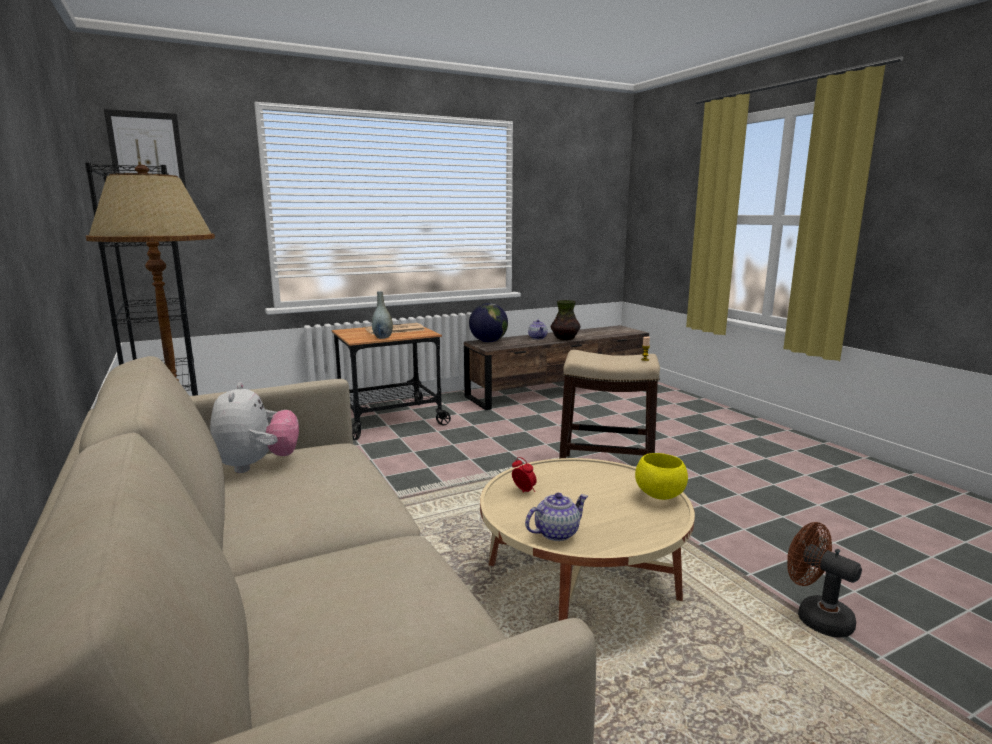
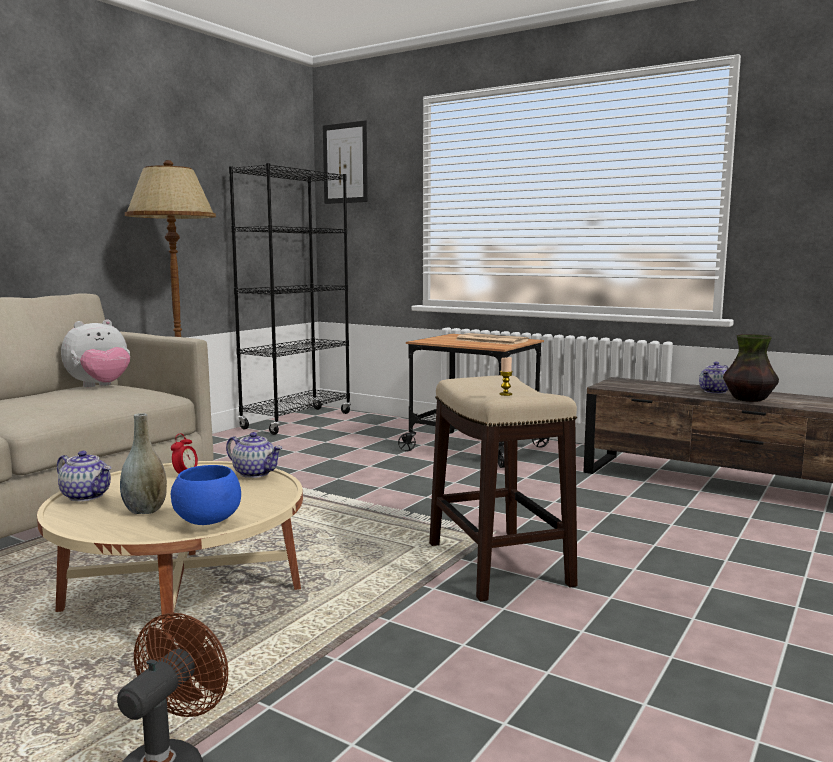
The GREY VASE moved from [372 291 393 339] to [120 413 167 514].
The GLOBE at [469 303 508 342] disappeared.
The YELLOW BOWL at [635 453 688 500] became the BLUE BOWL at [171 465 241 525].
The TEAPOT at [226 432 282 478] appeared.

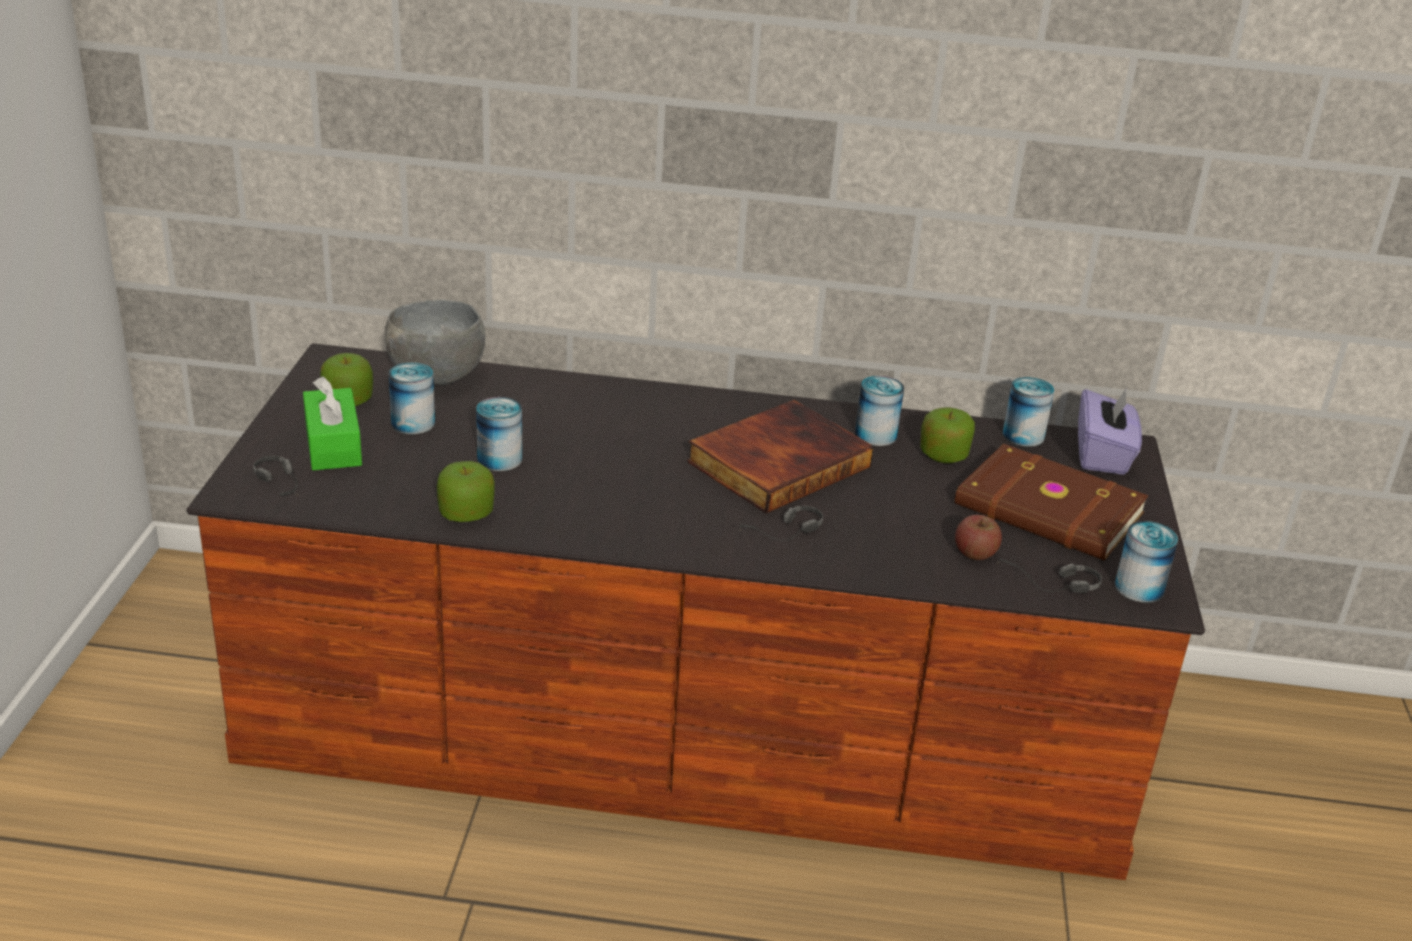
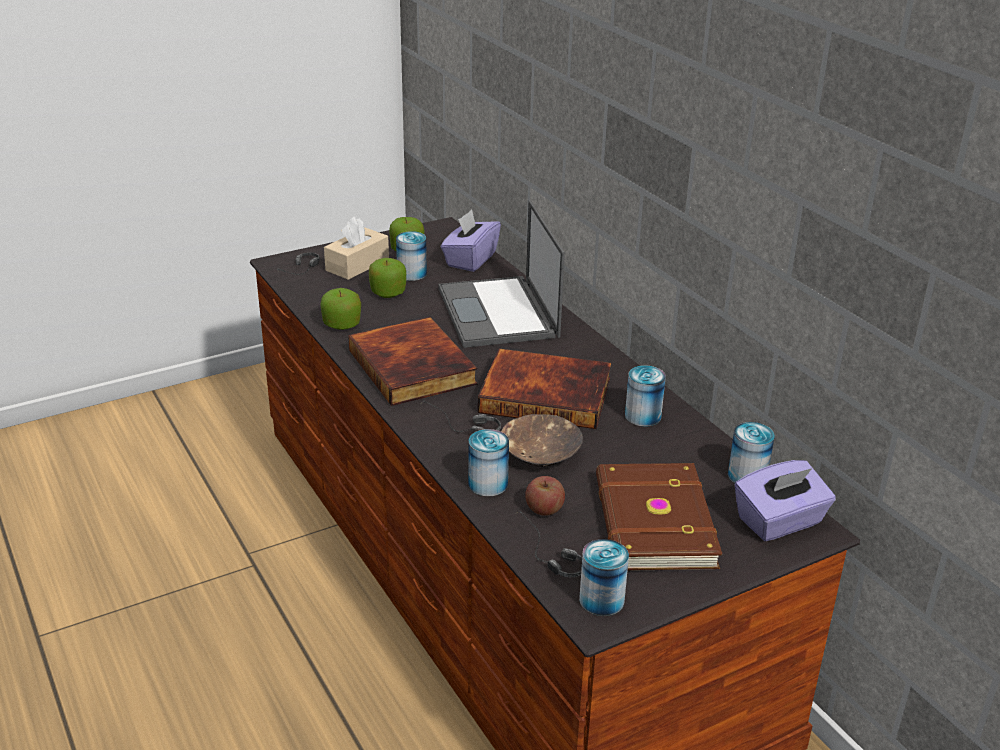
The GREEN TISSUE BOX at [303 376 362 470] became the BEIGE TISSUE BOX at [324 216 389 280].
The GREY BOWL at [385 300 486 385] was replaced by the PURPLE TISSUE BOX at [441 210 501 272].
The CAN moved from [476 397 522 471] to [468 429 509 496].
The APPLE moved from [920 407 975 463] to [369 258 406 298].
The BOOK at [348 317 477 406] appeared.
The LAPTOP at [438 200 565 348] appeared.
The BROWN BOWL at [501 414 583 467] appeared.

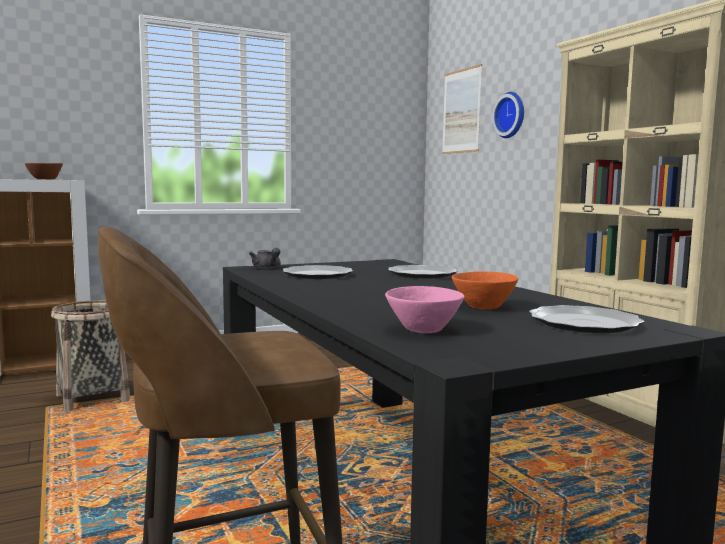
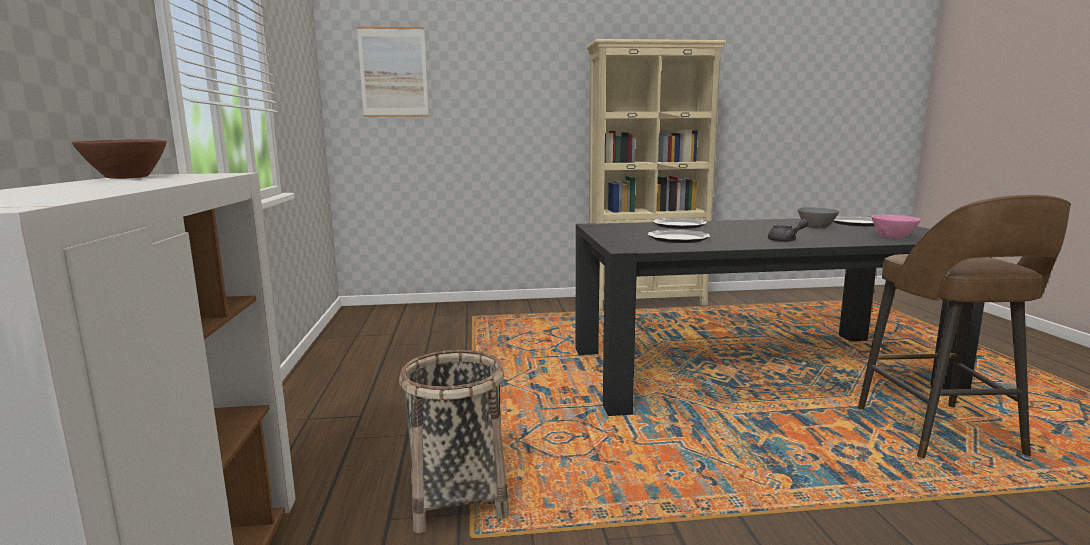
The GREY TEAPOT moved from [249 248 281 268] to [768 219 808 242].
The ORANGE BOWL at [452 272 518 309] became the GREY BOWL at [797 207 839 229].
The WALL CLOCK at [492 92 524 138] disappeared.

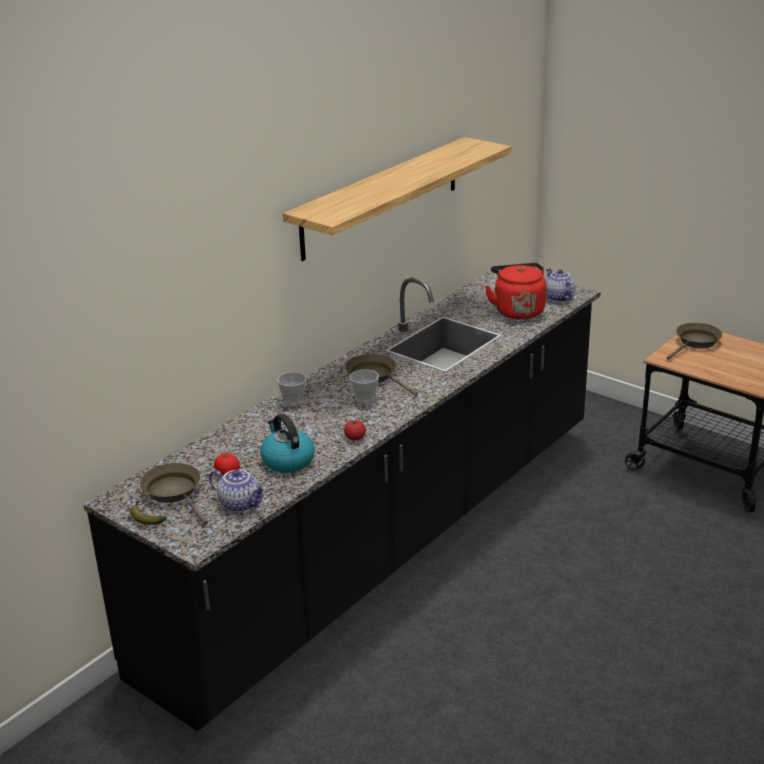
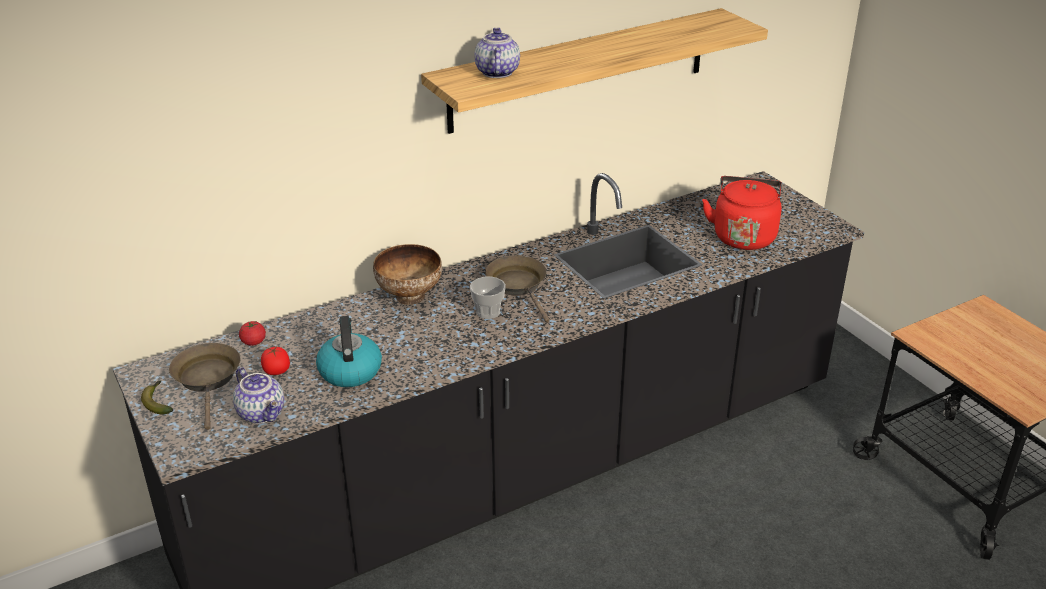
The CUP at [277 372 307 406] was replaced by the BOWL at [373 244 442 305].
The TOMATO moved from [344 420 366 440] to [239 321 266 346].
The TEAPOT moved from [546 268 575 302] to [475 28 520 78].
The BROWN FRYING PAN at [667 323 722 360] disappeared.

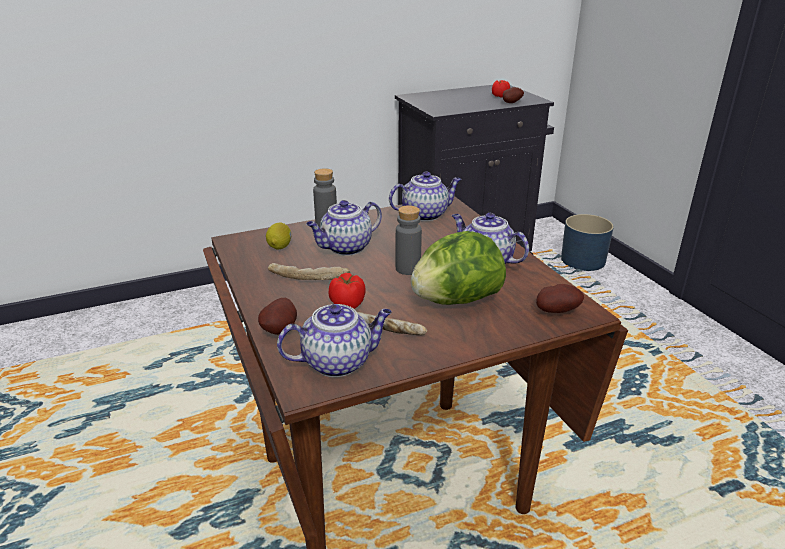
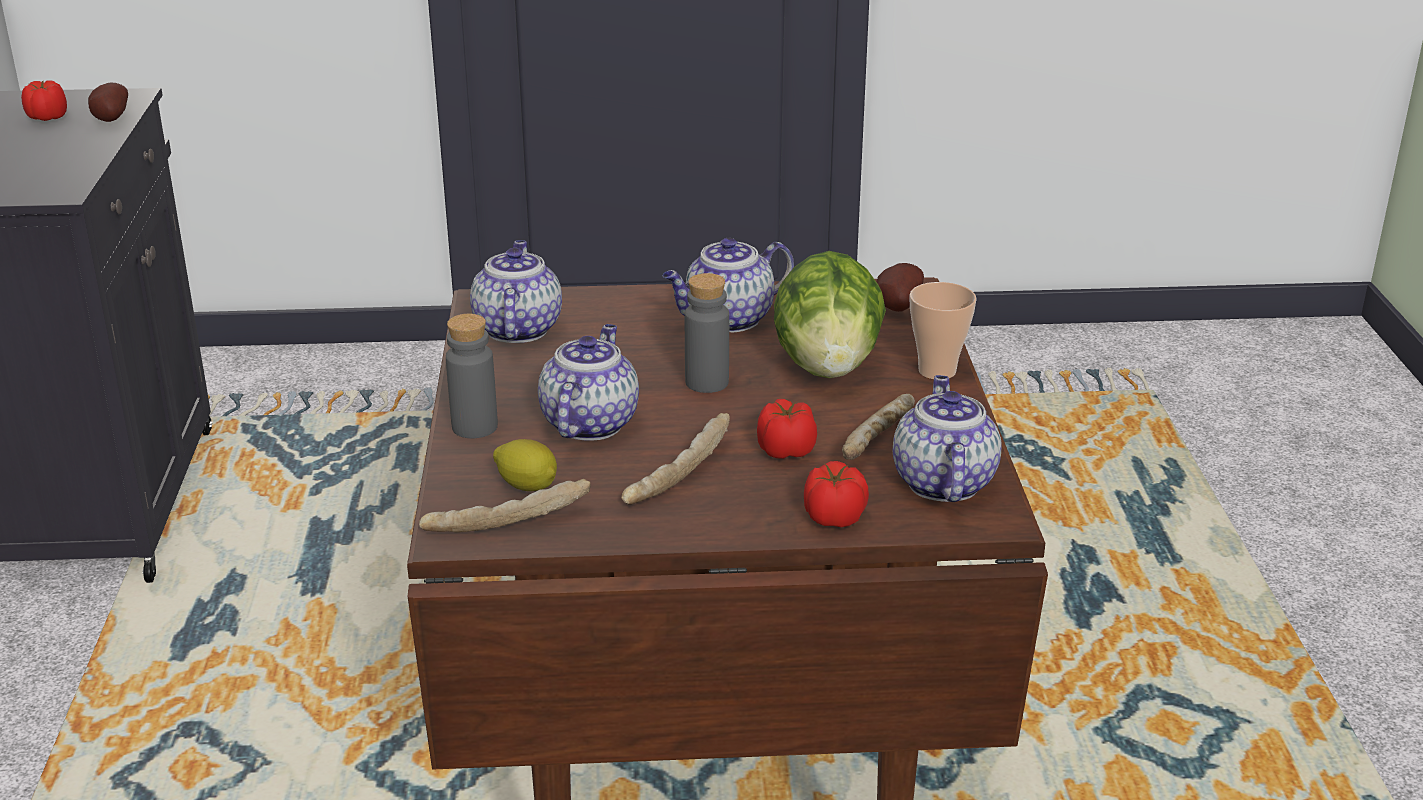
The POTATO at [258 298 297 335] was replaced by the TOMATO at [804 461 869 527].
The TEAPOT at [306 200 382 256] turned 150 degrees counterclockwise.
The BLUE PLANTER at [561 214 614 271] disappeared.
The BREAD at [419 479 591 533] appeared.
The CUP at [909 282 976 379] appeared.

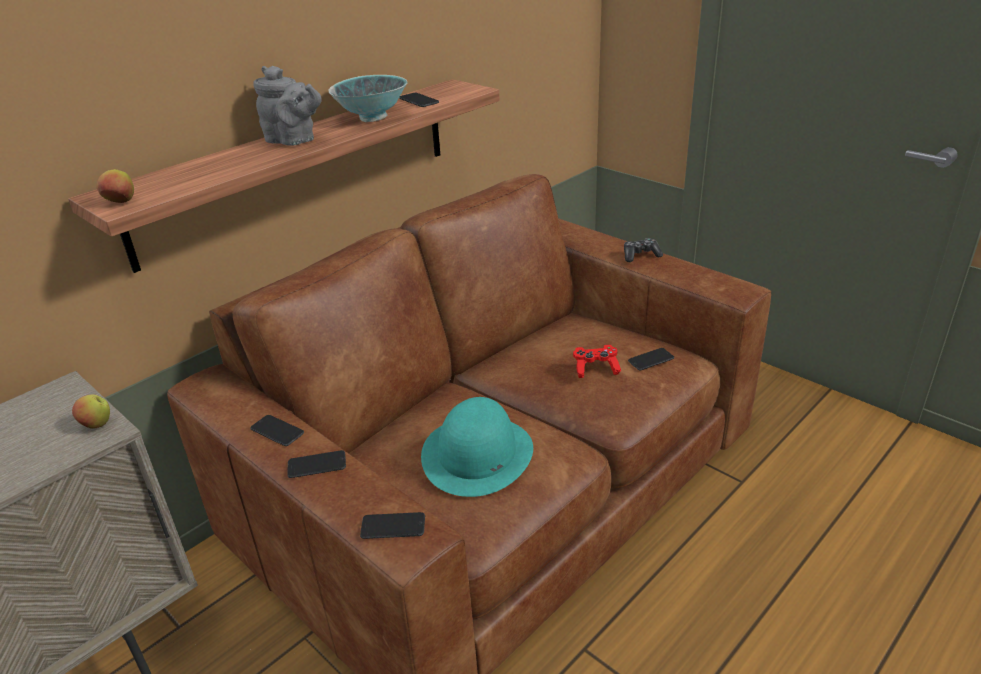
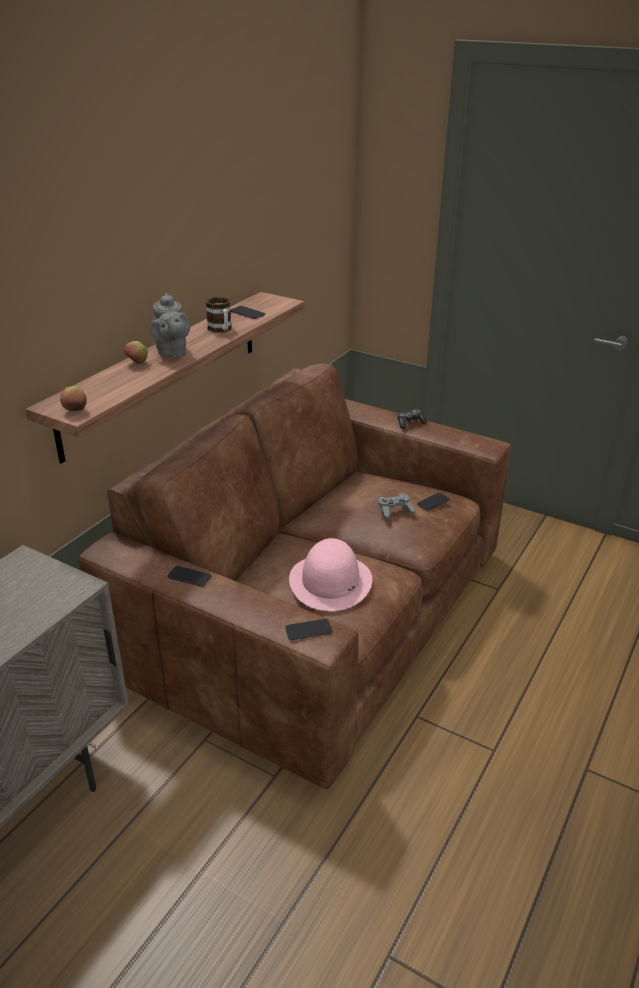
The APPLE moved from [72 394 110 429] to [124 341 148 364].
The GREY TEAPOT at [253 66 322 146] turned 60 degrees clockwise.
The PHONE at [287 450 346 478] disappeared.
The BOWL at [328 75 407 122] was replaced by the MUG at [206 297 232 332].
The TURQUOISE HAT at [421 397 533 497] became the PINK HAT at [289 538 372 611].
The RED GAME CONTROLLER at [573 345 621 378] became the GREY GAME CONTROLLER at [378 493 415 520].

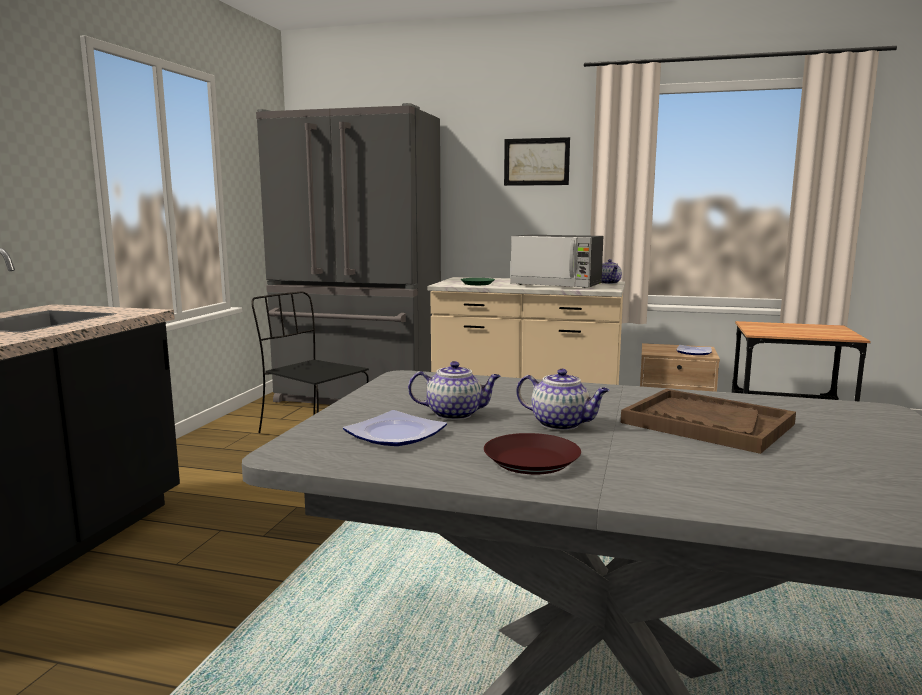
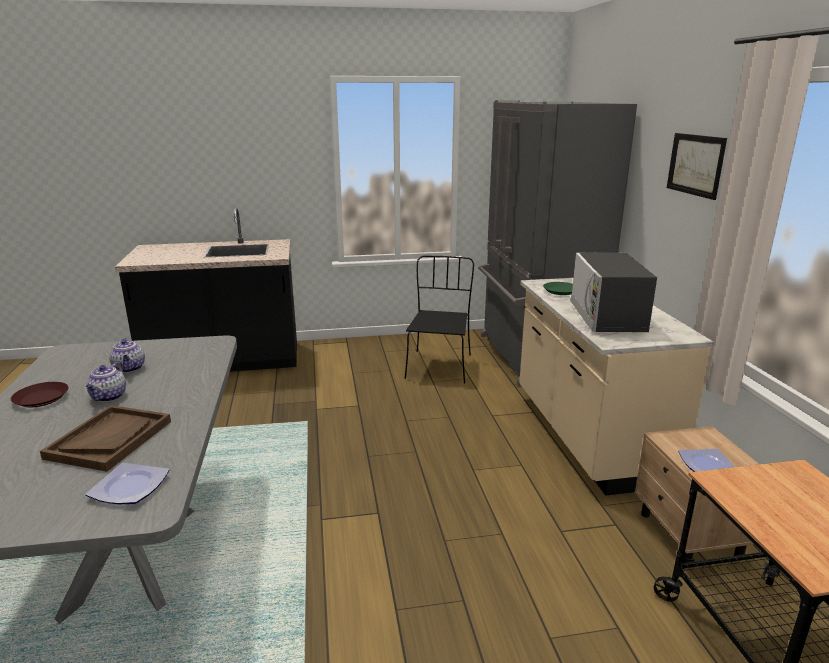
The PLATE moved from [343 410 447 446] to [85 462 170 504].
The TEAPOT at [602 259 622 284] disappeared.

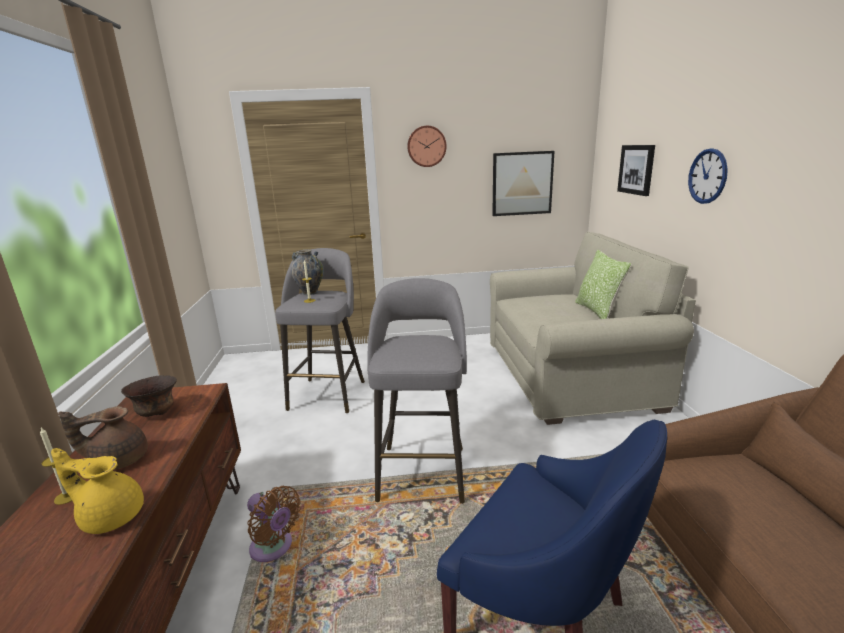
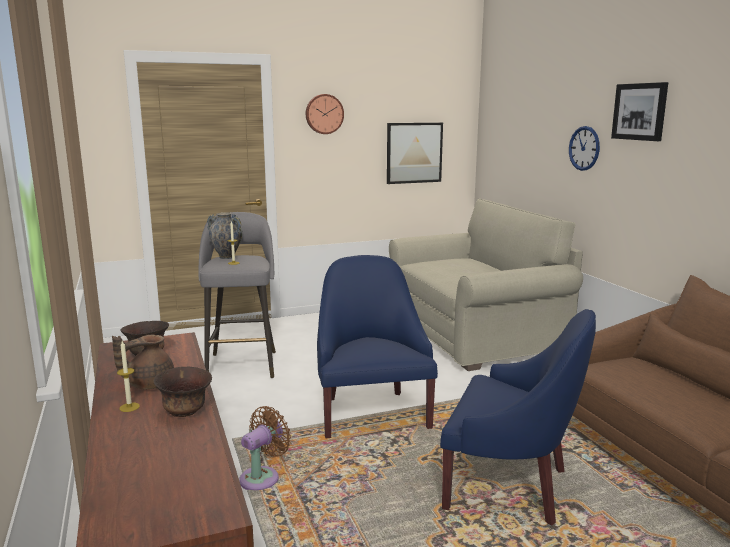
The YELLOW TEAPOT at [51 448 144 534] was replaced by the BROWN BOWL at [154 367 212 417].
The BROWN FAN at [247 486 301 562] turned 75 degrees counterclockwise.
The GREY STOOL at [367 278 467 504] was replaced by the BLUE ARMCHAIR at [317 255 438 438].
The PILLOW at [575 250 631 319] disappeared.
The PICTURE moved from [617 145 655 196] to [611 82 668 141].

